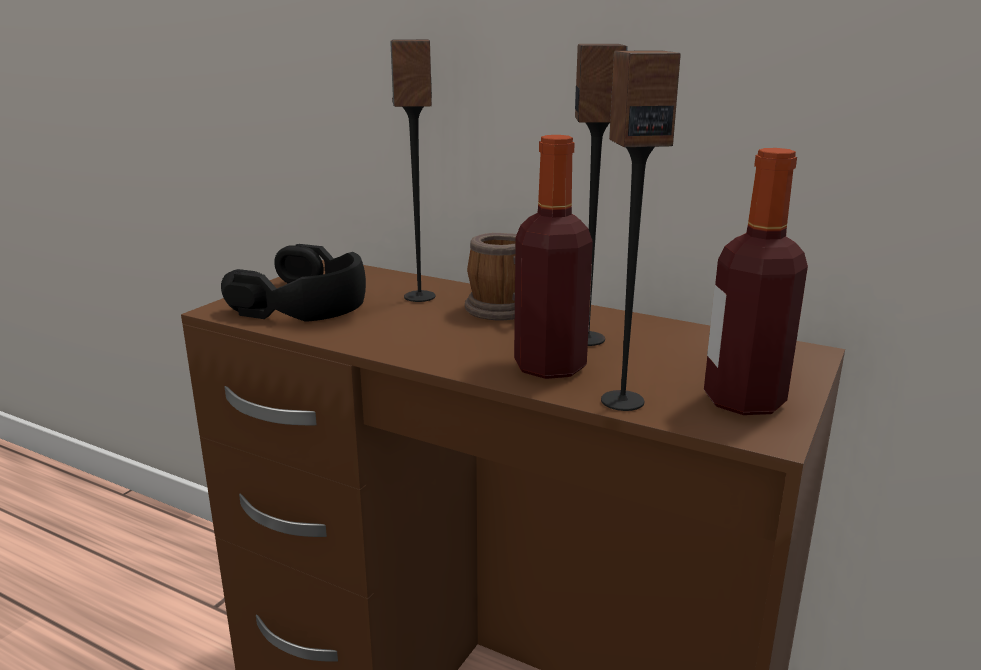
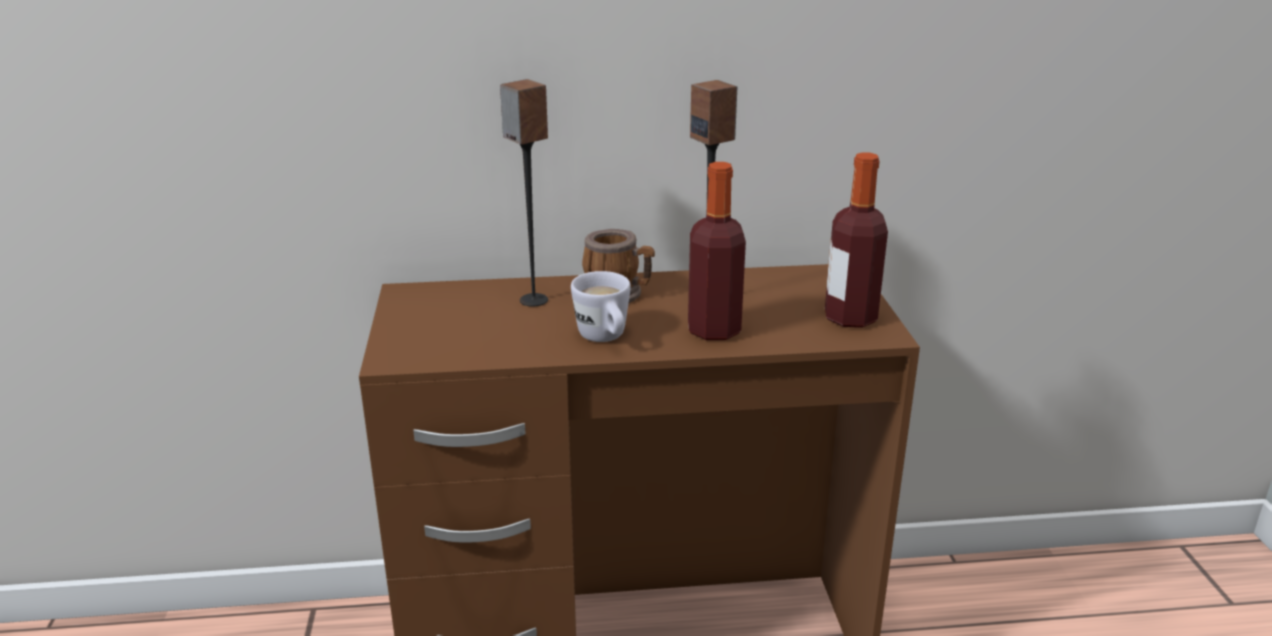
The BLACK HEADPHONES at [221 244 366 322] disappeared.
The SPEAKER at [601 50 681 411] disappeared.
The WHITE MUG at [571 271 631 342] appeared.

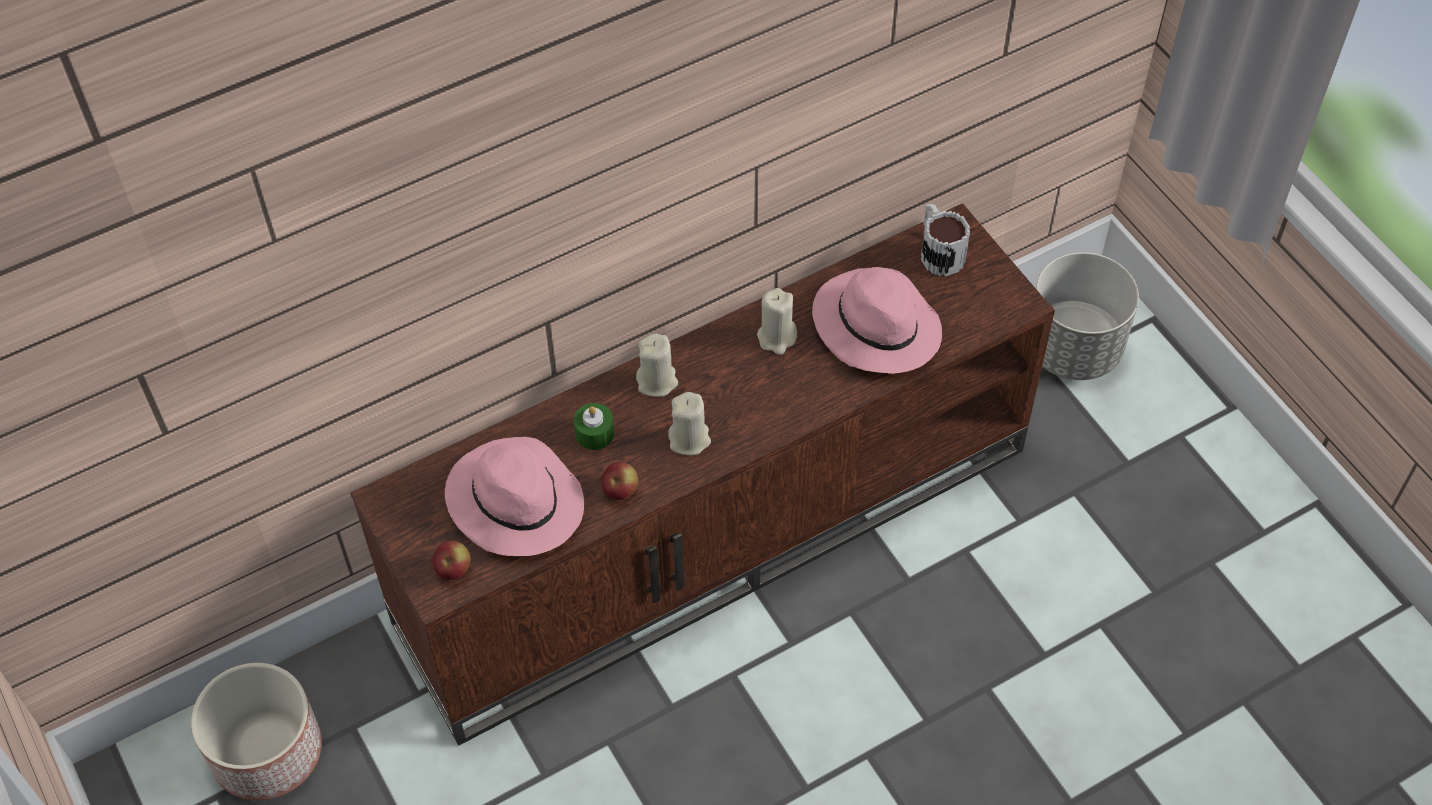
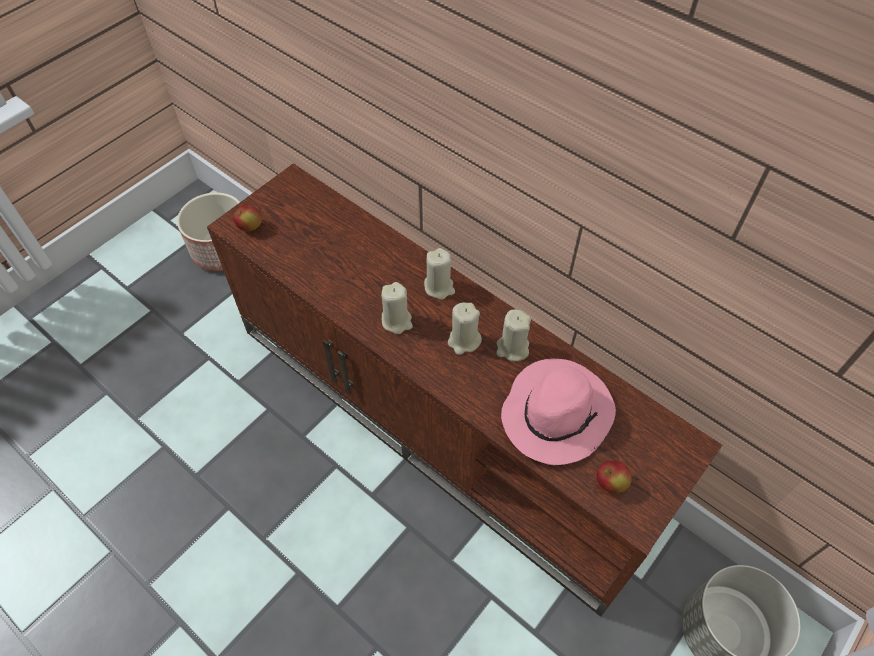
The PINK HAT at [445 437 584 556] disappeared.
The GREEN CANDLE at [573 403 614 450] disappeared.
The APPLE moved from [601 462 638 500] to [597 461 632 493].
The MUG at [921 204 970 277] disappeared.
The BEIGE CANDLE at [448 302 482 355] appeared.

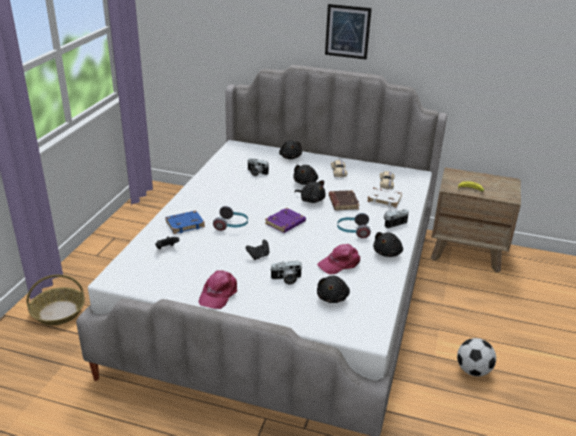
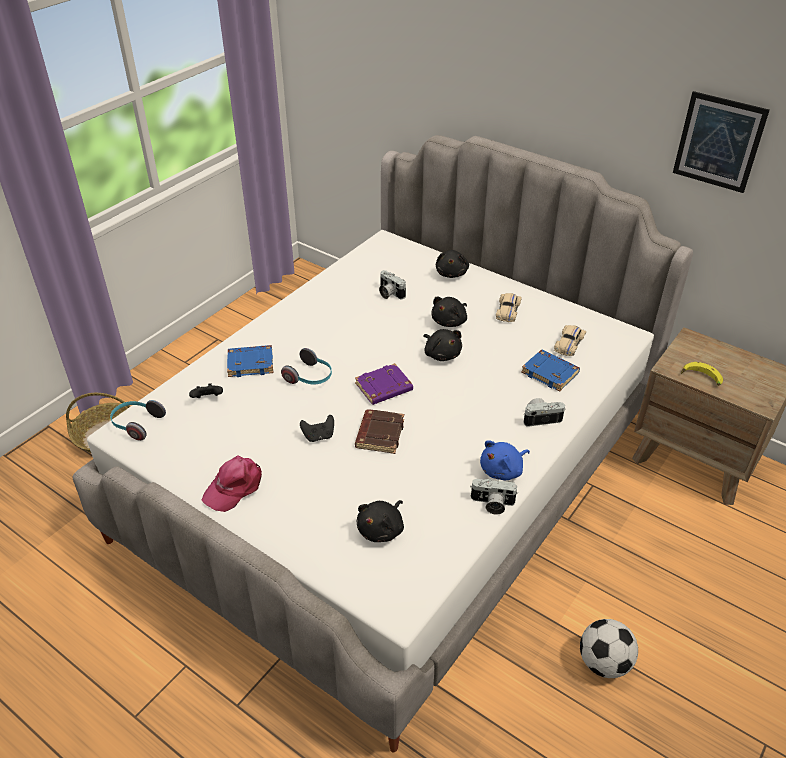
The PHOTO CAMERA moved from [271 261 303 285] to [471 479 518 515].
The PINK CAP at [317 244 360 275] disappeared.
The PICTURE moved from [325 4 372 60] to [673 91 770 193].
The BROWN BOOK moved from [329 190 360 210] to [355 409 404 454].
The HEADPHONES moved from [337 213 371 238] to [110 400 166 441].
The WHITE BOOK at [367 187 402 208] became the BLUE BOOK at [521 350 580 391].
The BLACK PLUSH TOY at [373 232 403 257] became the BLUE PLUSH TOY at [480 440 530 480].

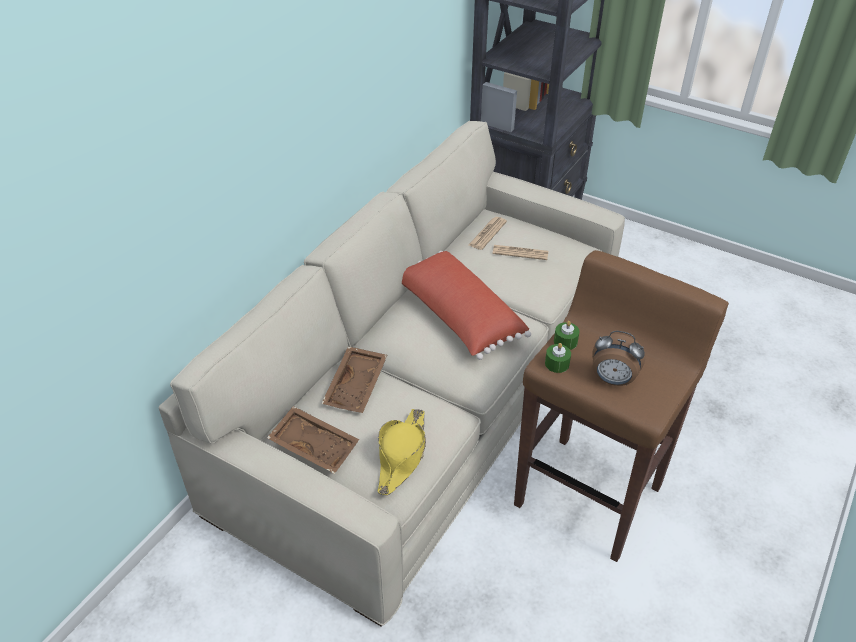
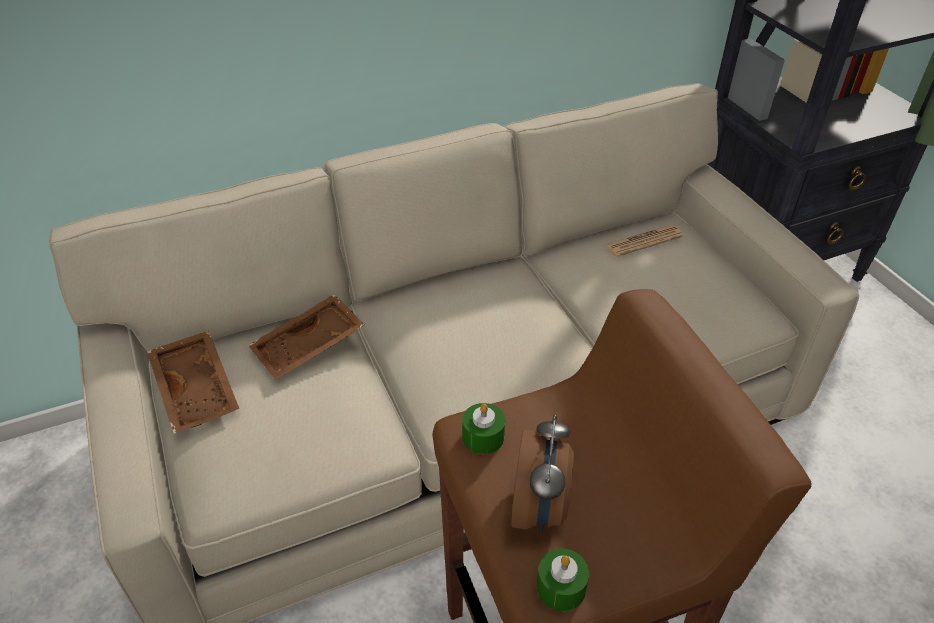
The YELLOW HAT at [377 409 426 495] disappeared.
The RED PILLOW at [402 251 531 360] disappeared.
The NEWSPAPER at [493 245 548 260] disappeared.
The GREEN CANDLE moved from [554 321 580 350] to [537 548 589 611].
The ALARM CLOCK at [592 331 645 386] turned 135 degrees counterclockwise.

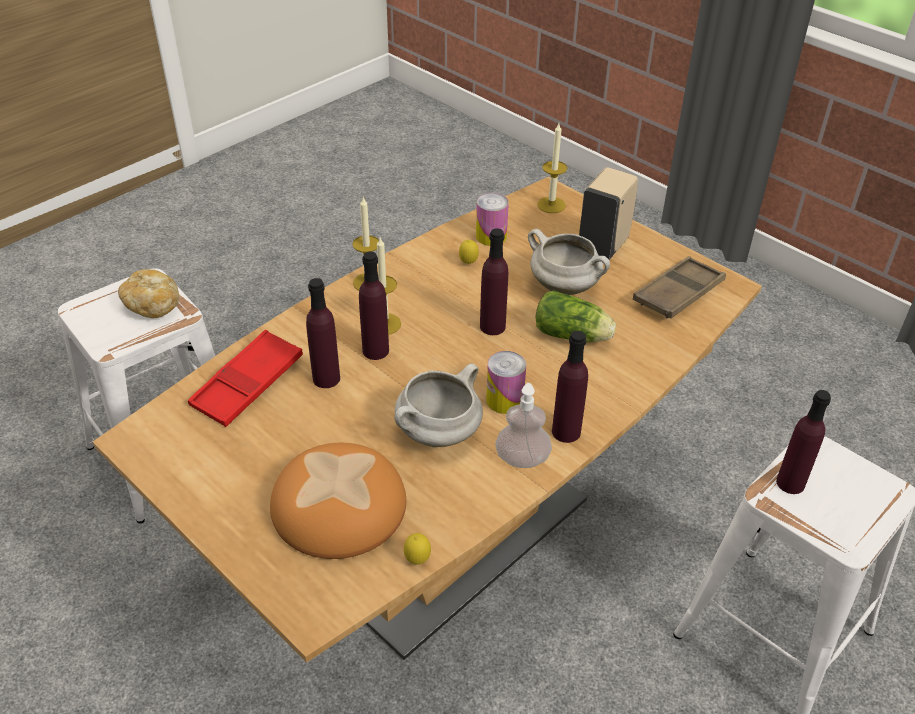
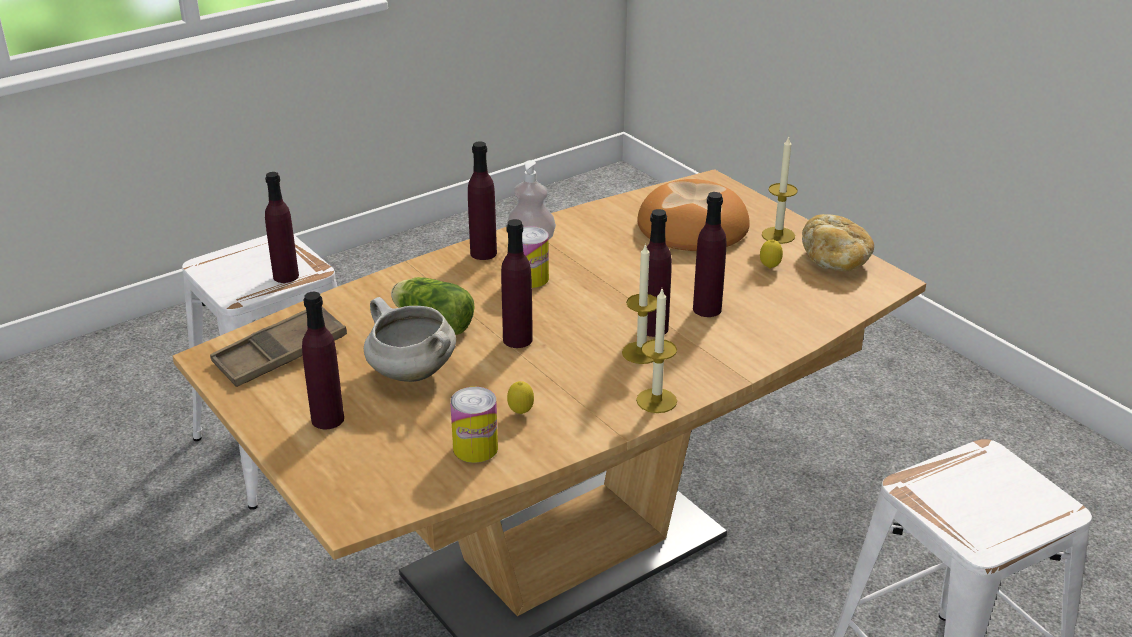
The BREAD moved from [118 269 180 318] to [802 214 874 271].
The RED TRAY at [188 330 303 427] disappeared.
The WHITE COOKING POT at [394 363 483 447] disappeared.
The LEMON moved from [404 533 431 565] to [760 239 783 269].
The CANDLE moved from [538 124 567 213] to [762 136 798 244].
The BEIGE SOAP DISPENSER at [579 167 638 260] was replaced by the PURPLE BOTTLE at [302 292 344 429].

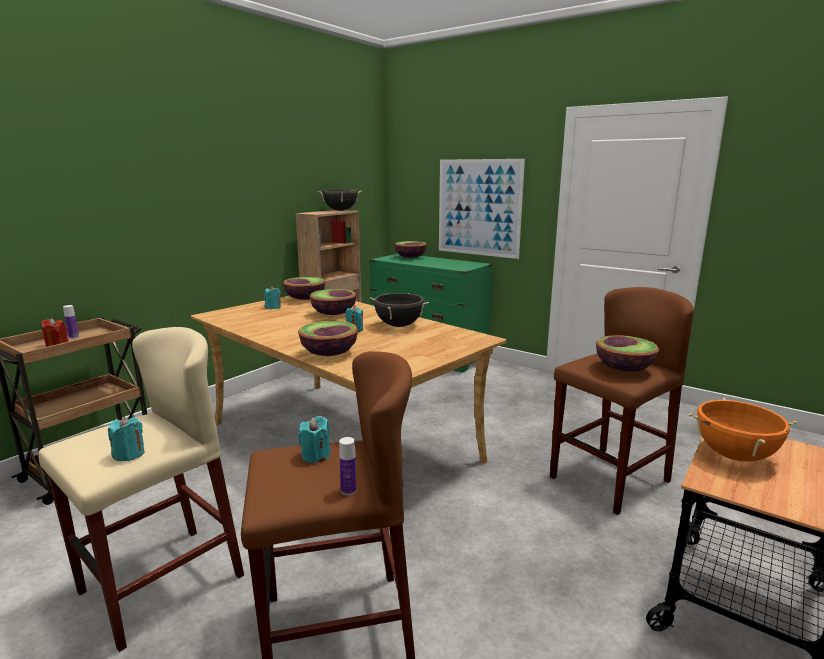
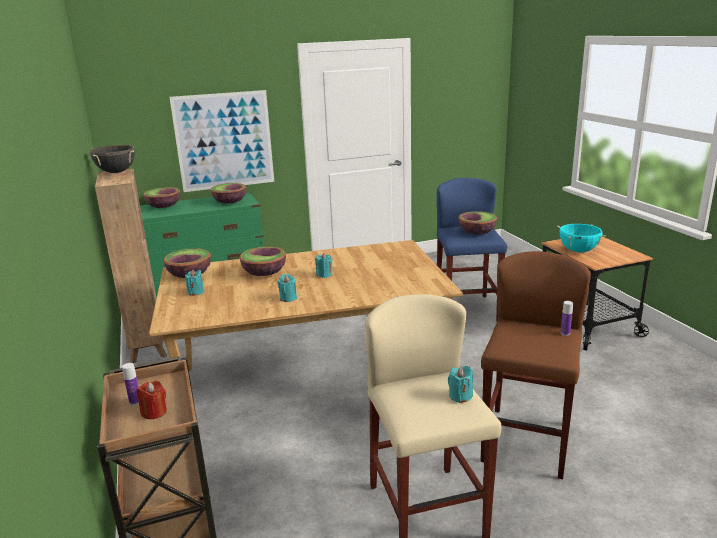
The BOWL moved from [298 321 358 356] to [210 183 246 204].
The TURQUOISE CANDLE moved from [298 416 331 463] to [277 274 297 302].
The BLACK COOKING POT at [370 293 429 327] disappeared.
The BROWN STOOL at [550 287 694 515] became the BLUE STOOL at [437 178 507 321].
The ORANGE COOKING POT at [689 398 797 462] became the TURQUOISE COOKING POT at [557 224 606 253].

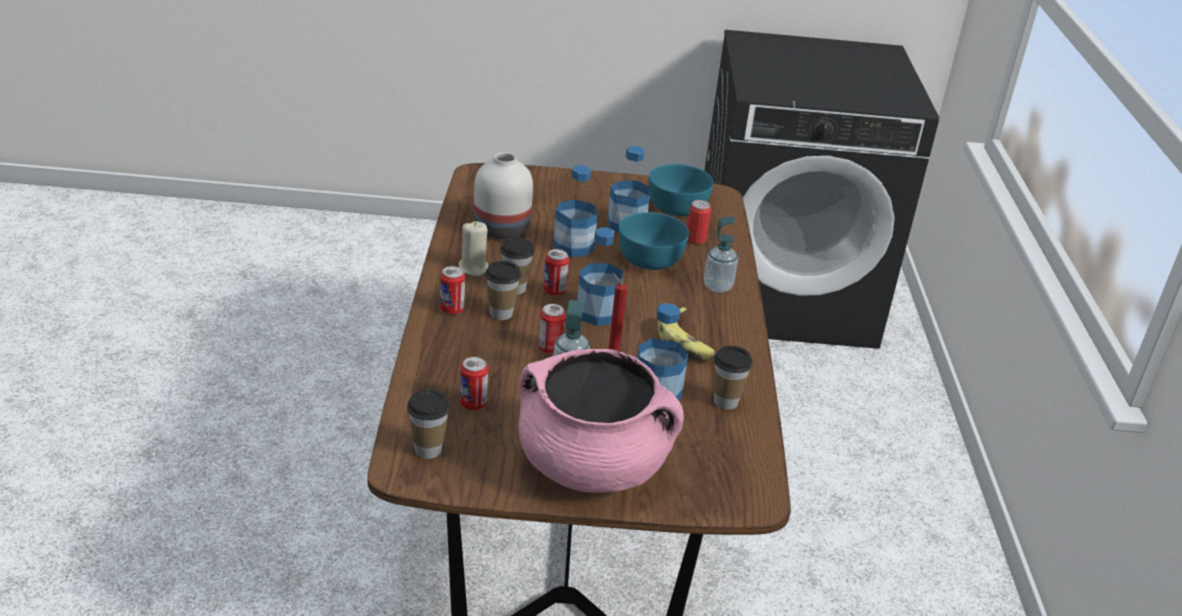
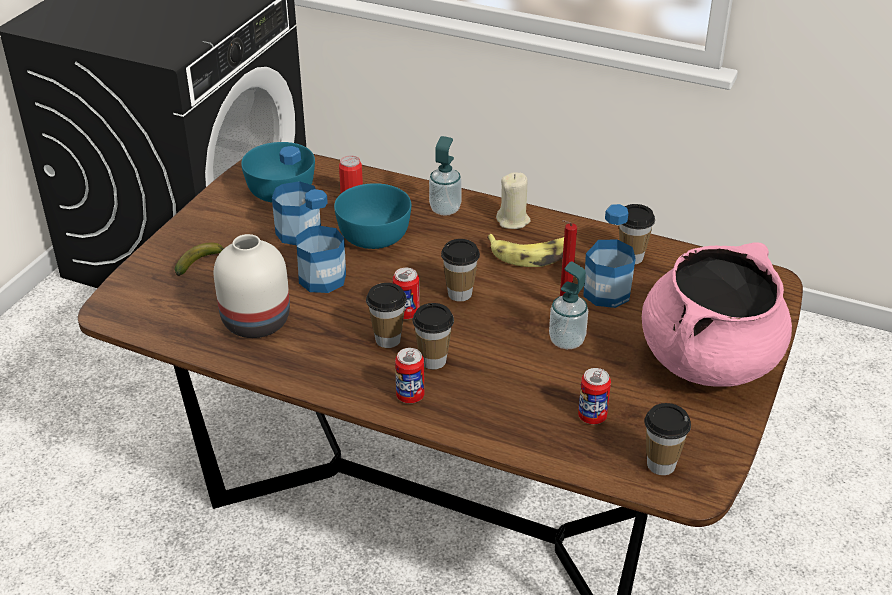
The BEIGE CANDLE moved from [459 221 488 277] to [496 172 531 229].
The CAN at [538 304 566 354] disappeared.
The BOTTLE at [577 227 623 326] was replaced by the CUP at [441 239 480 302].
The BANANA at [175 242 224 276] appeared.

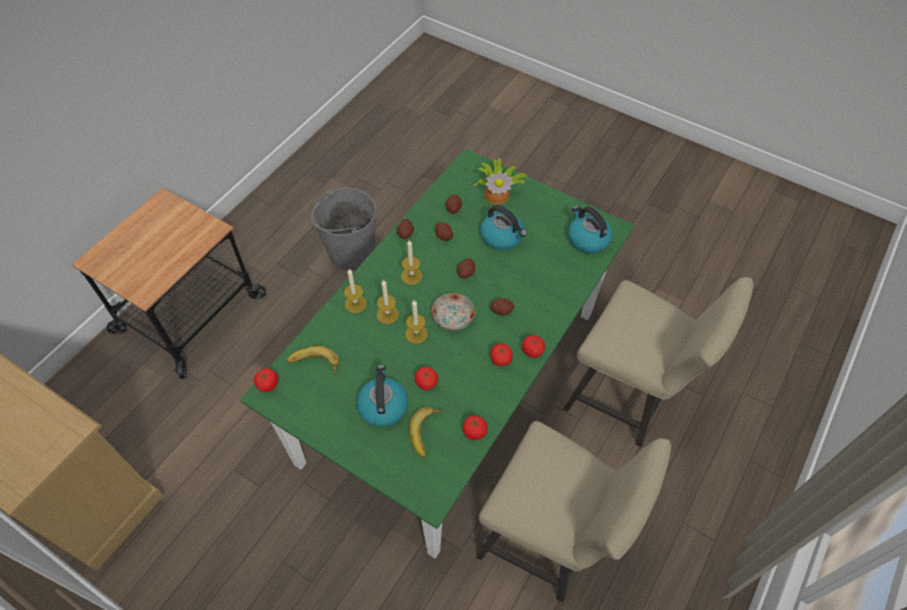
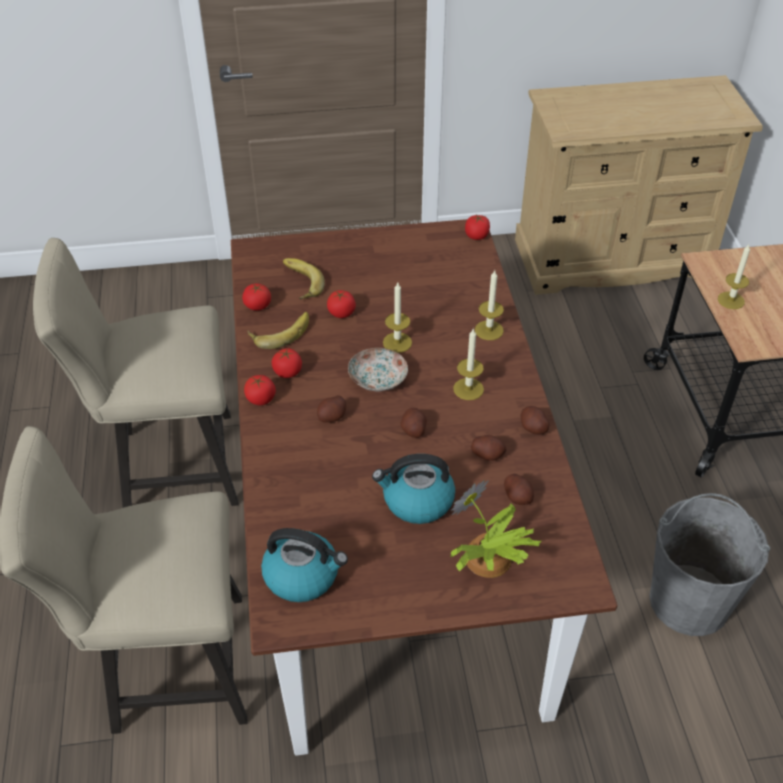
The GREEN DINING TABLE at [240 148 634 558] became the BROWN DINING TABLE at [231 219 617 756].
The BANANA moved from [287 346 339 375] to [247 312 309 349].
The KETTLE at [357 365 408 427] disappeared.
The CANDLE moved from [377 279 399 324] to [718 245 750 309].

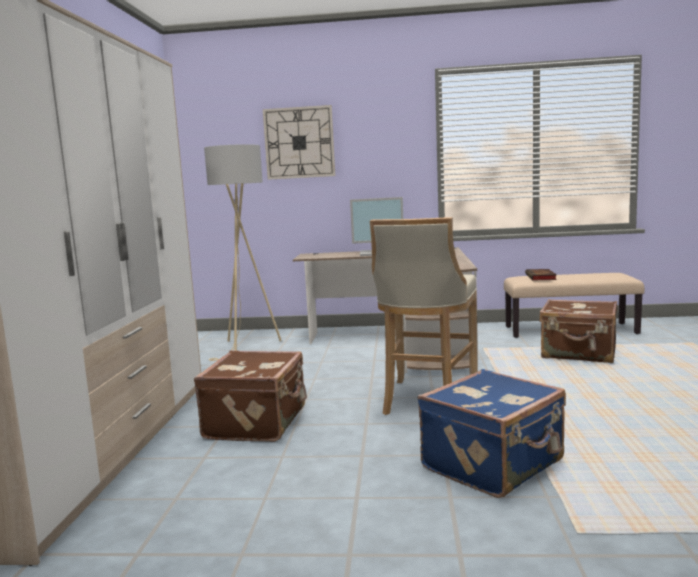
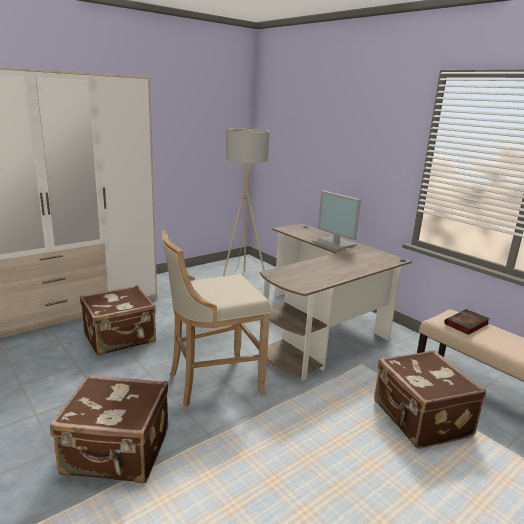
The WALL CLOCK at [263 105 335 180] disappeared.
The BLUE SUITCASE at [418 369 566 498] became the BROWN SUITCASE at [50 375 168 483].

